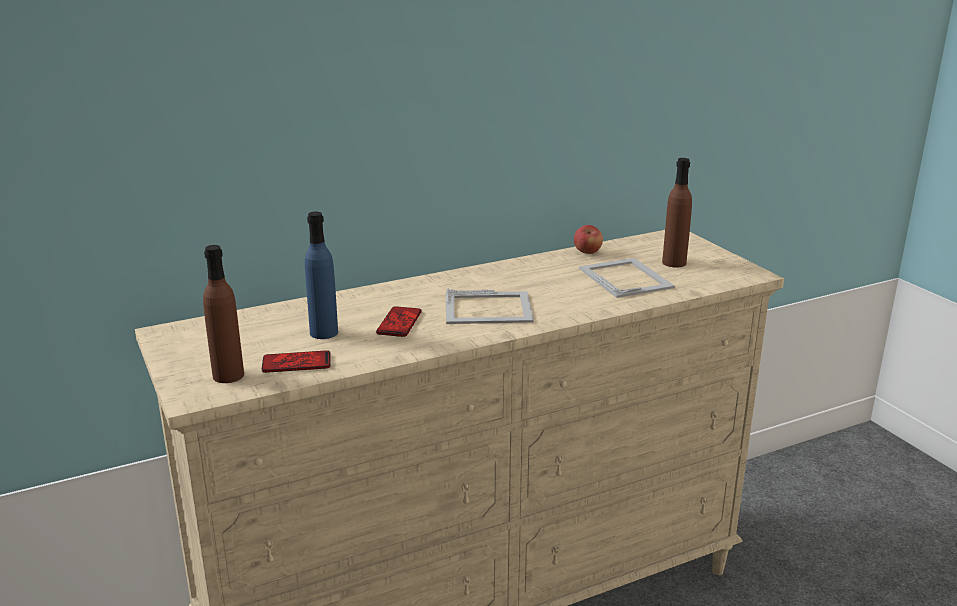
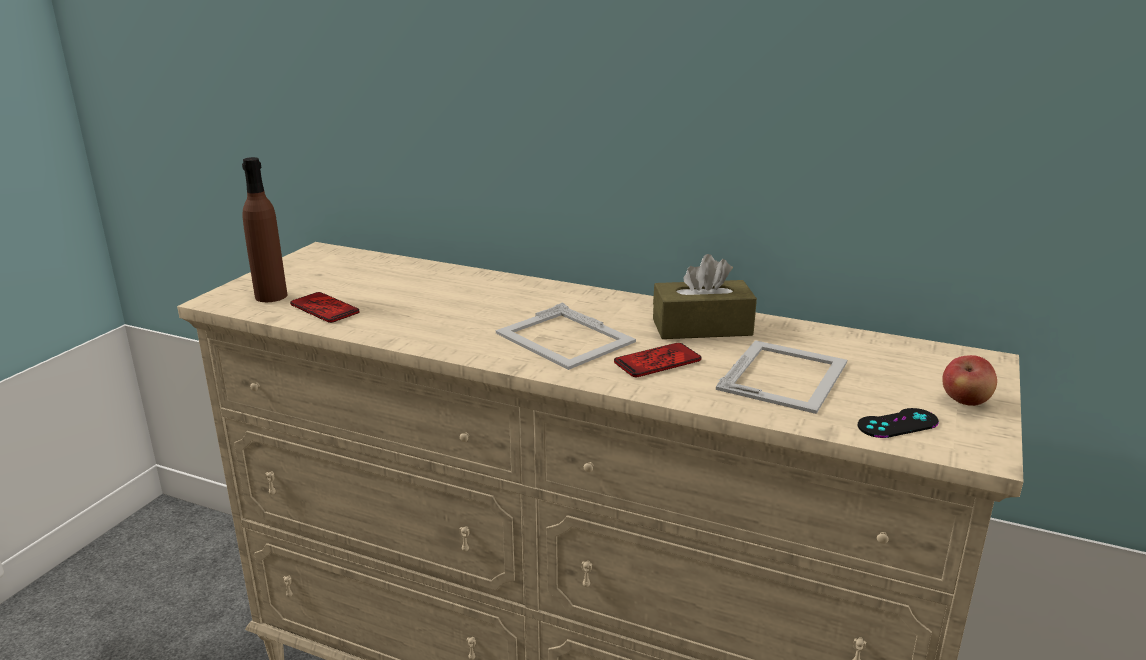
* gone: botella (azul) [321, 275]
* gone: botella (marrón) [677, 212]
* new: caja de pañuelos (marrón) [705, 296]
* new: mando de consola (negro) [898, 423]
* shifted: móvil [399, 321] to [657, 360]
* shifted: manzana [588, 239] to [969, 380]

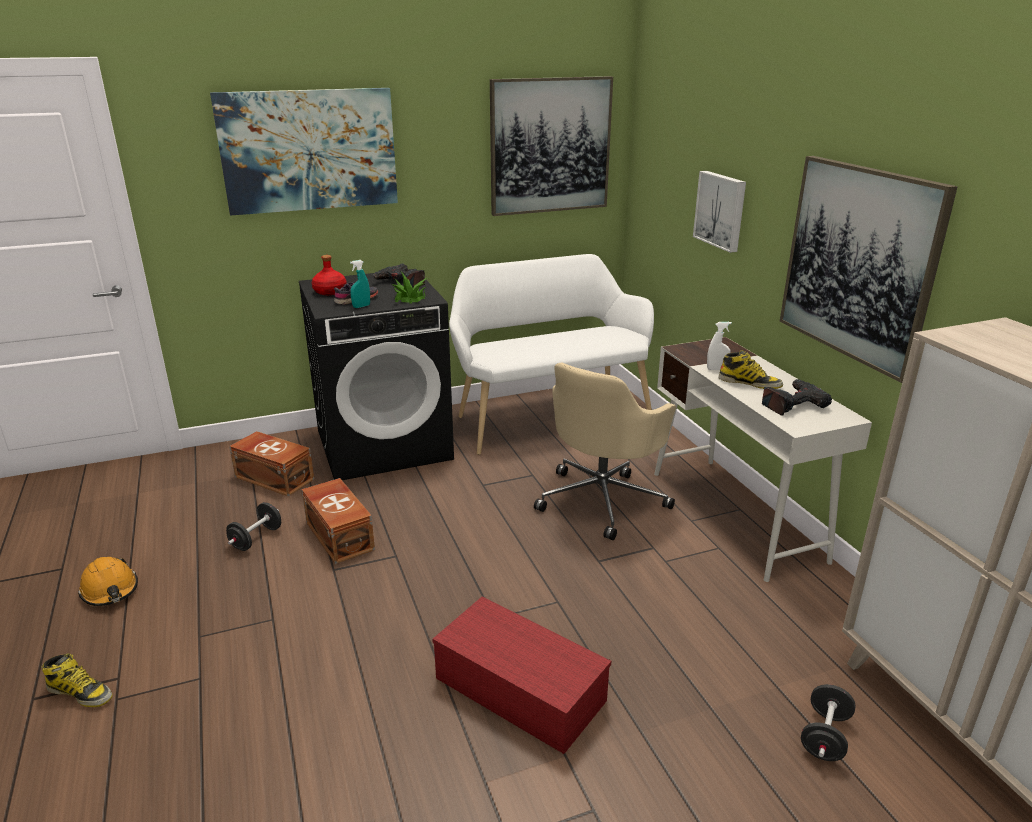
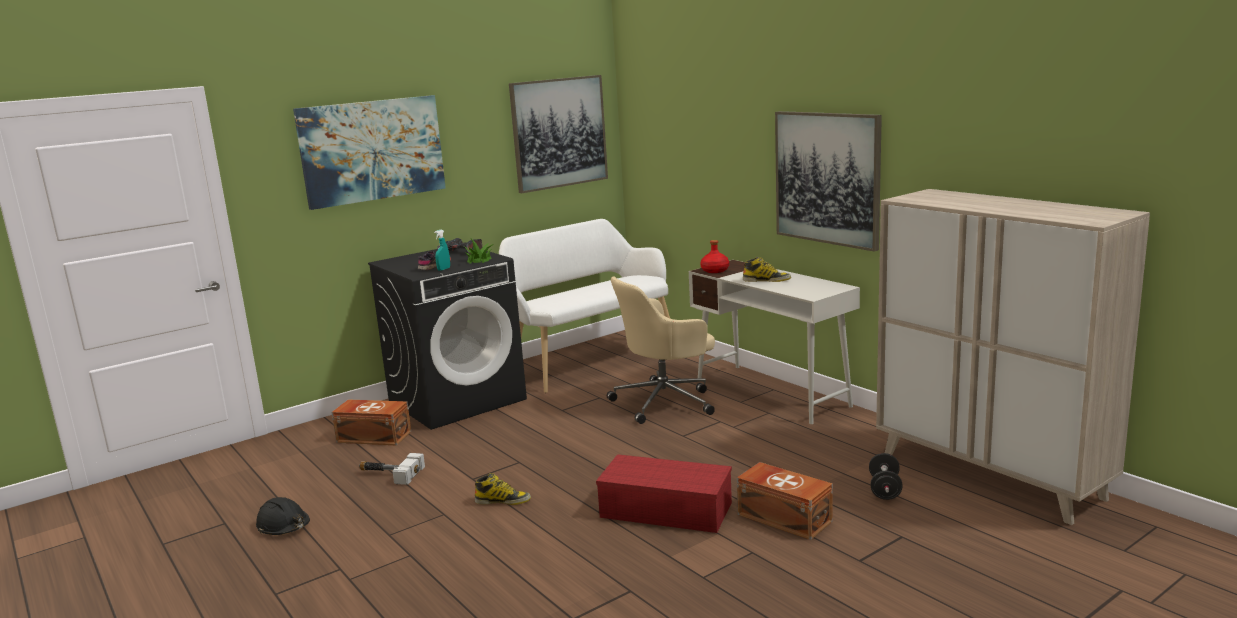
* gone: cuadro [719, 212]
* gone: pulverizador (blanco) [719, 346]
* gone: taladro [797, 397]
* shifted: bota [77, 680] to [503, 489]
* shifted: caja de almacenaje (marrón) [338, 521] to [785, 501]
* shifted: botella (rojo) [329, 275] to [714, 256]
* swapped: mancuerna (negro) [253, 526] to martillo [392, 469]
* repainted: casco (naranja) [108, 581] to casco (negro) [283, 516]
* rotated: silla de oficina (beis) [605, 451] = [661, 350] 45 degrees clockwise

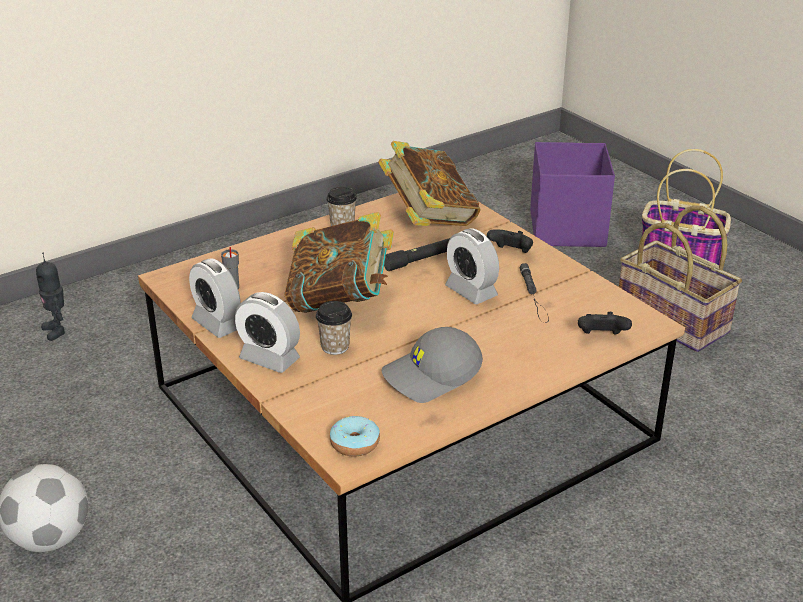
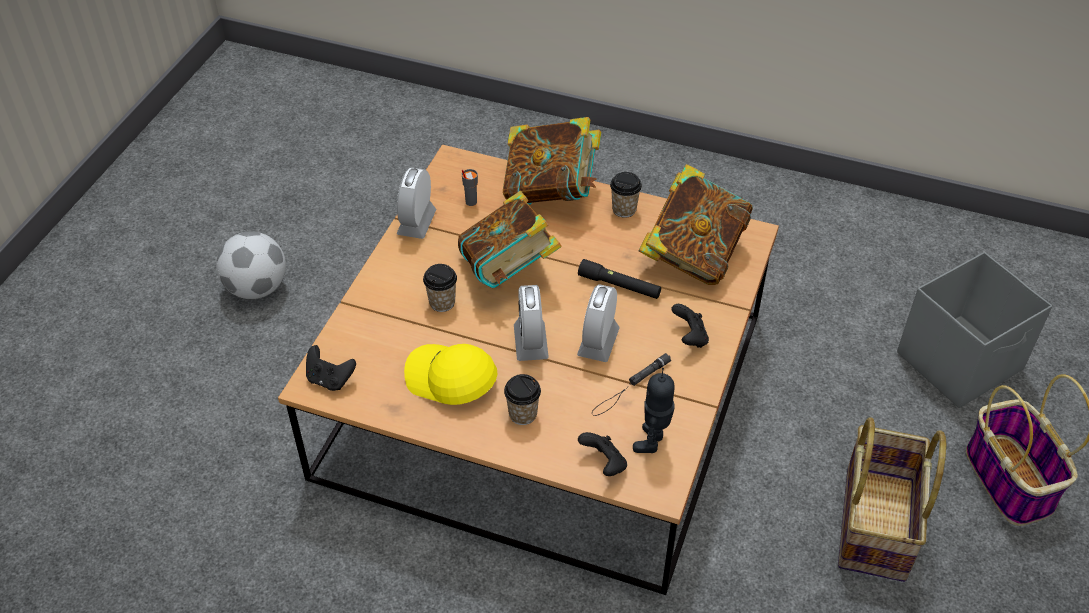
* new: libro [552, 161]
* new: taza [522, 399]
* shifted: robot de juguete [50, 297] to [654, 410]
* shifted: despertador [267, 332] to [531, 323]
* swapped: rosquilla [355, 436] to mando de consola (negro) [331, 368]
* repainted: gorra (gris) [432, 365] to gorra (amarillo) [450, 374]
* repainted: caja de almacenaje (morado) [572, 194] to caja de almacenaje (gris) [974, 330]

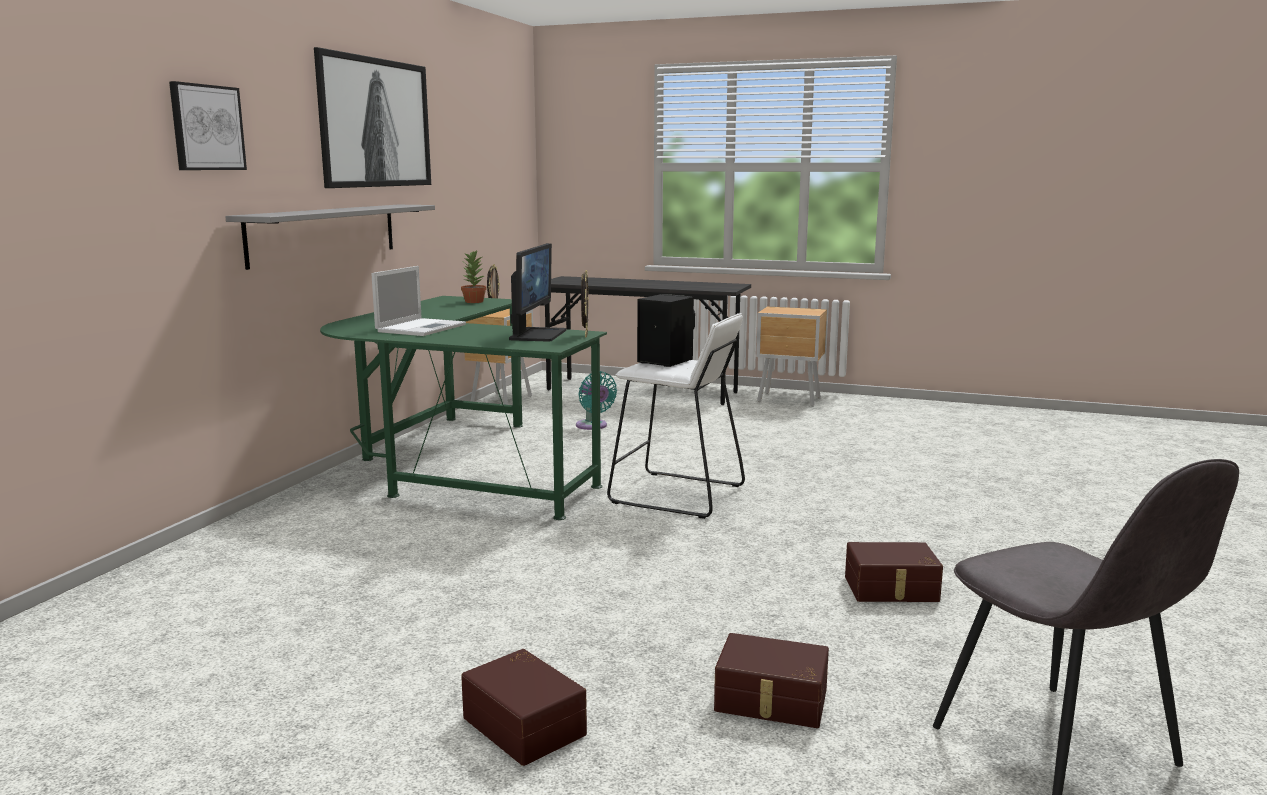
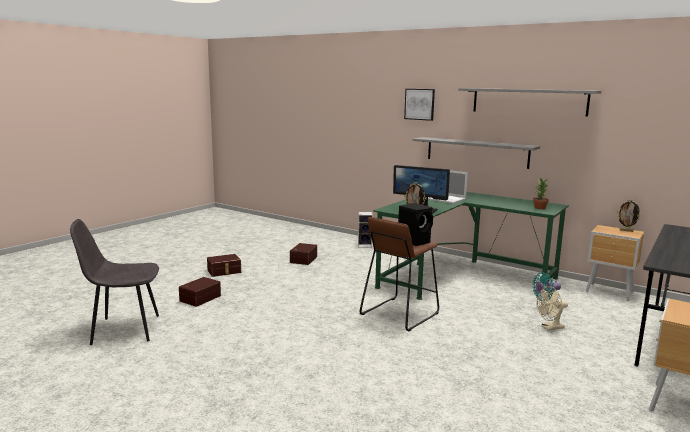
* new: altavoz [365, 230]
* new: ventilador (beis) [552, 308]
* shifted: caja de almacenaje (marrón) [894, 572] to [303, 254]
* swapped: cuadro [372, 117] to estante (gris) [529, 102]
* repainted: taburete (blanco) [676, 416] to taburete (marrón) [399, 274]

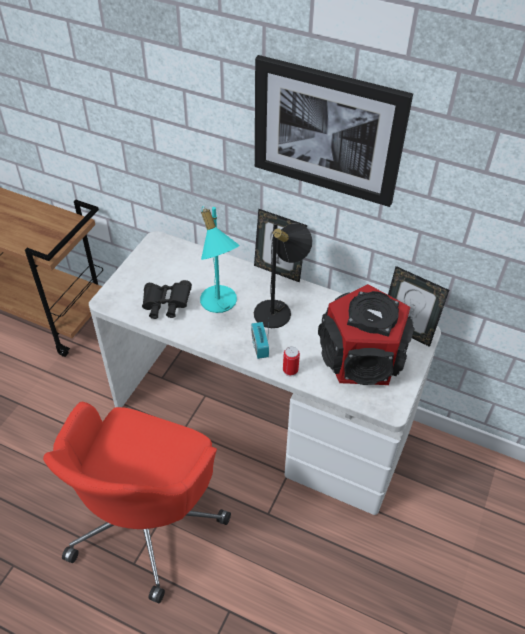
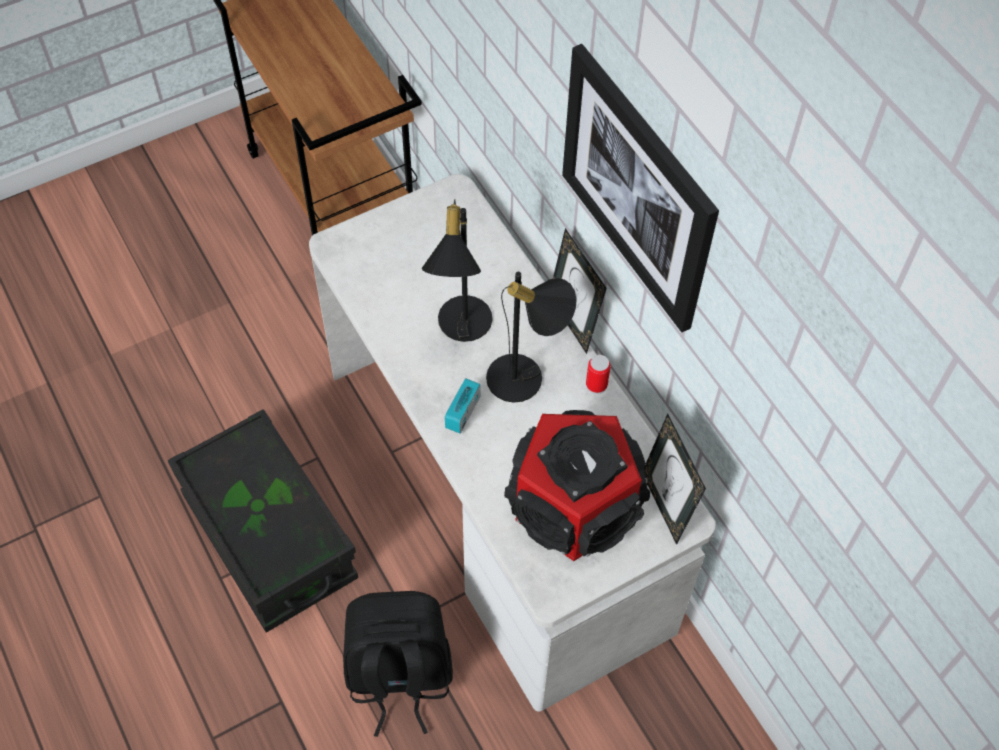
* gone: prismáticos (negro) [167, 299]
* new: mochila (negro) [398, 664]
* shifted: lata [291, 361] to [598, 374]
* swapped: silla de oficina (rojo) [137, 502] to caja de almacenaje (negro) [263, 521]
* repainted: lámpara de mesa (turquesa) [219, 259] to lámpara de mesa (negro) [457, 270]

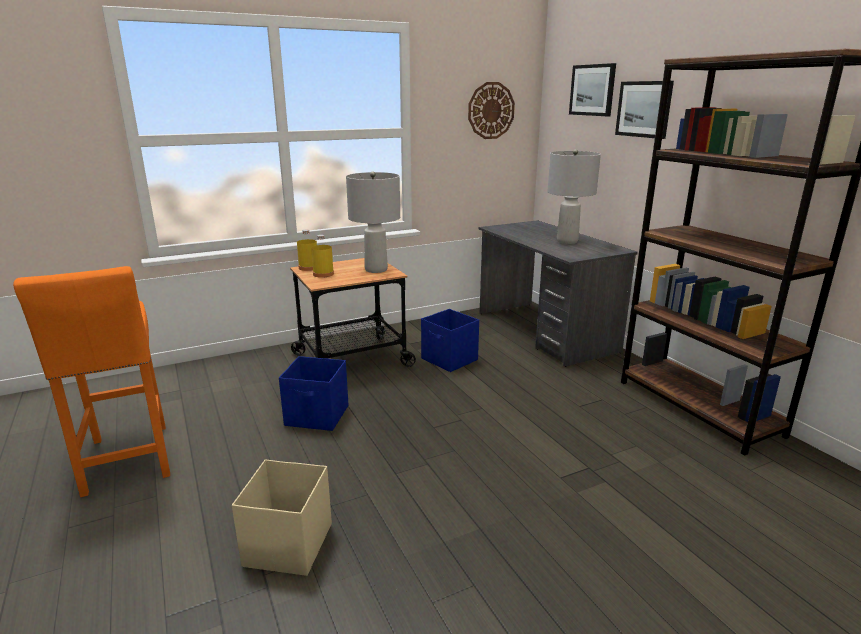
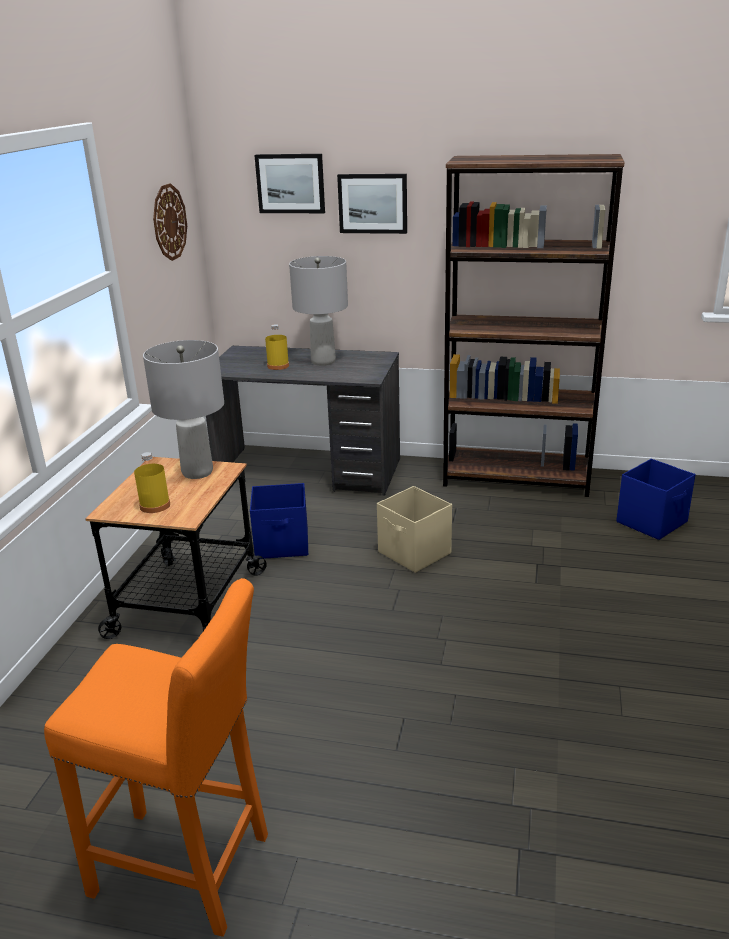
* shifted: caja de almacenaje (beis) [282, 517] to [414, 529]
* shifted: caja de almacenaje (azul) [313, 393] to [656, 499]
* shifted: botella (amarillo) [307, 250] to [277, 347]

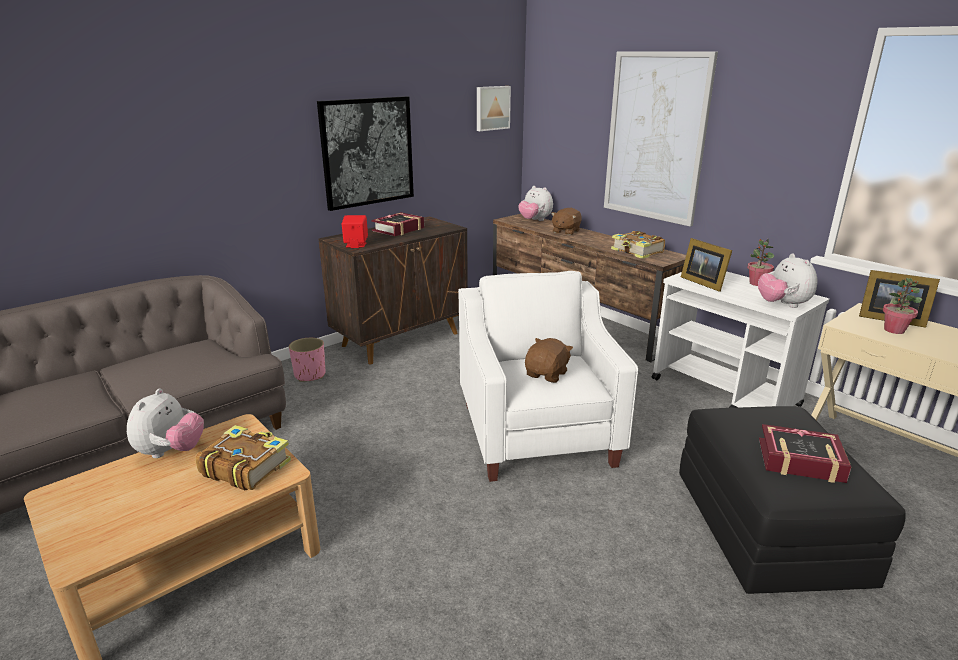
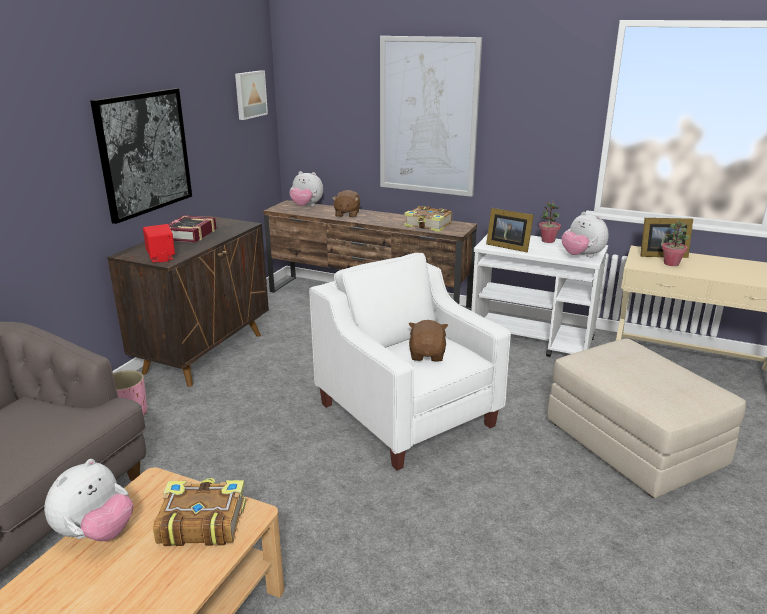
* gone: libro [805, 453]
* repainted: puf (negro) [792, 500] to puf (beis) [646, 418]
* rotated: peluche [165, 423] = [88, 500] 45 degrees clockwise

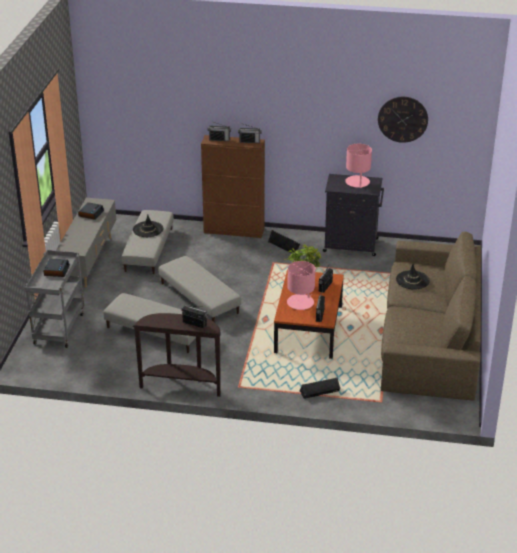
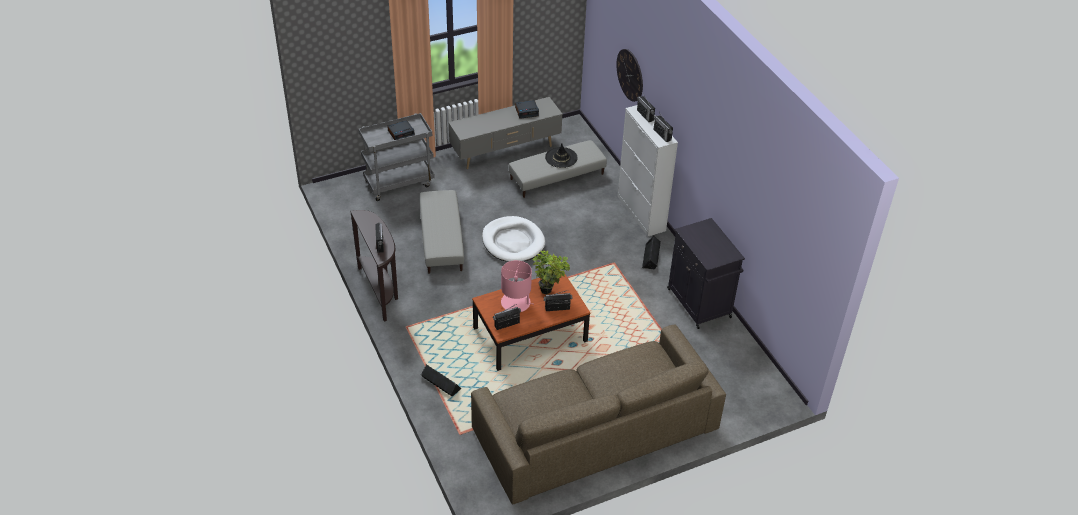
* gone: lámpara de mesa (rosa) [358, 166]
* gone: sombrero (negro) [413, 277]
* shifted: reloj de pared [403, 120] to [629, 75]
* swapped: puf (gris) [200, 289] to cama para perro (blanco) [513, 239]
* repainted: armario (marrón) [233, 186] to armario (blanco) [648, 170]

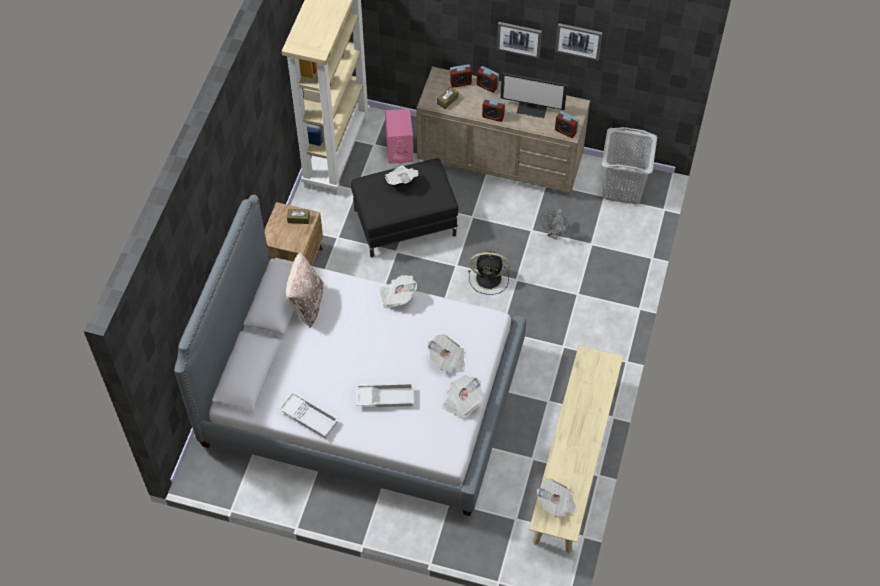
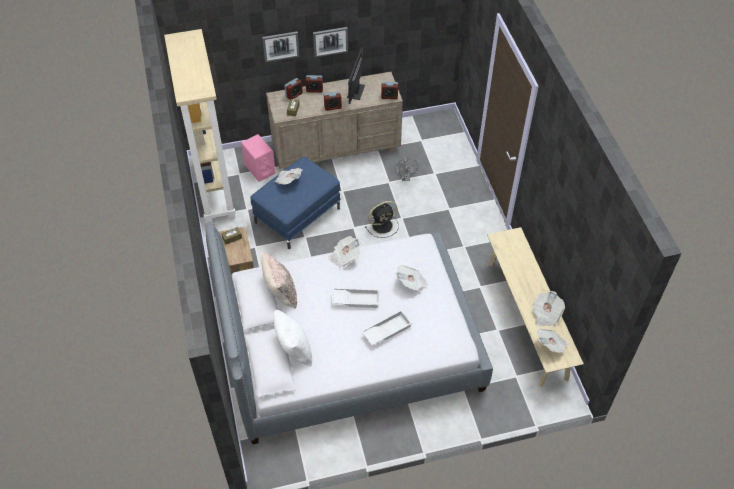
* gone: cesto de la ropa (gris) [629, 165]
* new: cojín (blanco) [293, 338]
* shifted: bandeja (blanco) [308, 414] to [355, 297]
* shifted: periódico [463, 396] to [548, 308]
* shifted: cuadro [578, 42] to [281, 47]
* repainted: puf (negro) [404, 207] to puf (azul) [296, 202]
* rotated: monitor [534, 95] = [356, 75] 120 degrees clockwise

